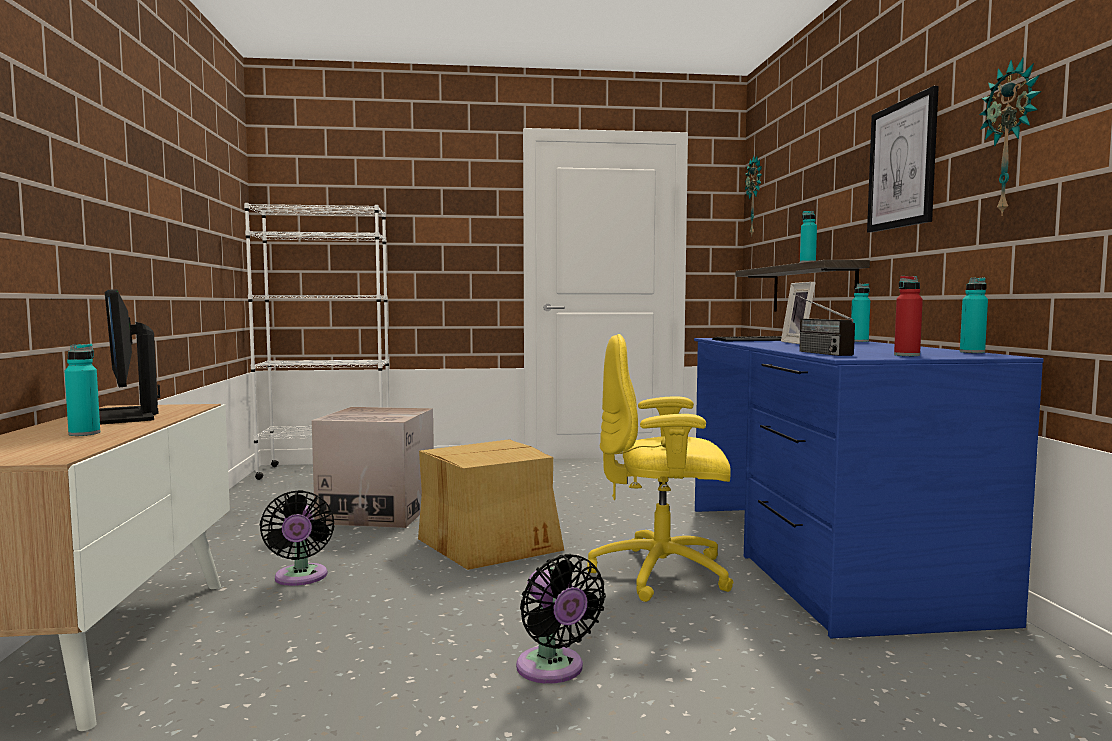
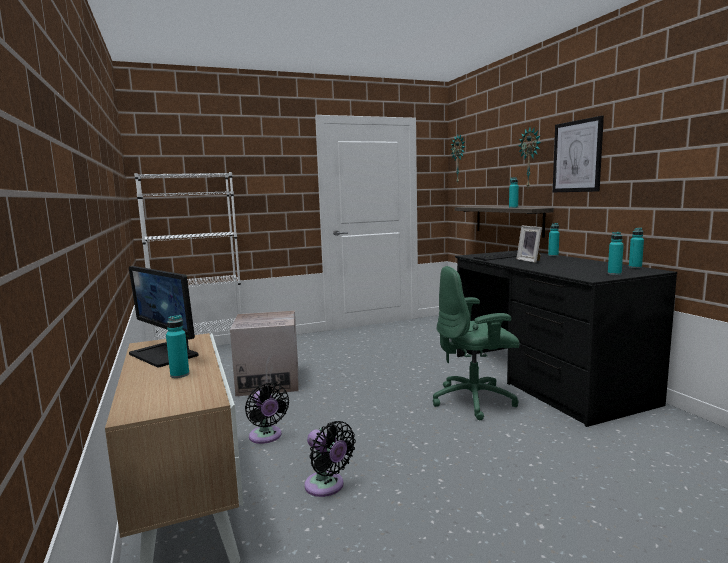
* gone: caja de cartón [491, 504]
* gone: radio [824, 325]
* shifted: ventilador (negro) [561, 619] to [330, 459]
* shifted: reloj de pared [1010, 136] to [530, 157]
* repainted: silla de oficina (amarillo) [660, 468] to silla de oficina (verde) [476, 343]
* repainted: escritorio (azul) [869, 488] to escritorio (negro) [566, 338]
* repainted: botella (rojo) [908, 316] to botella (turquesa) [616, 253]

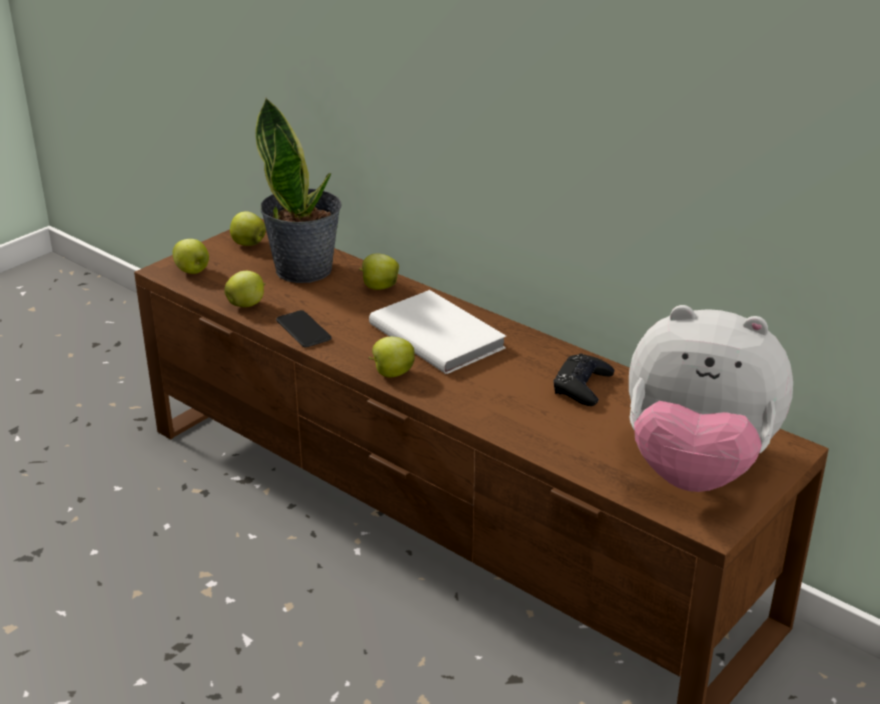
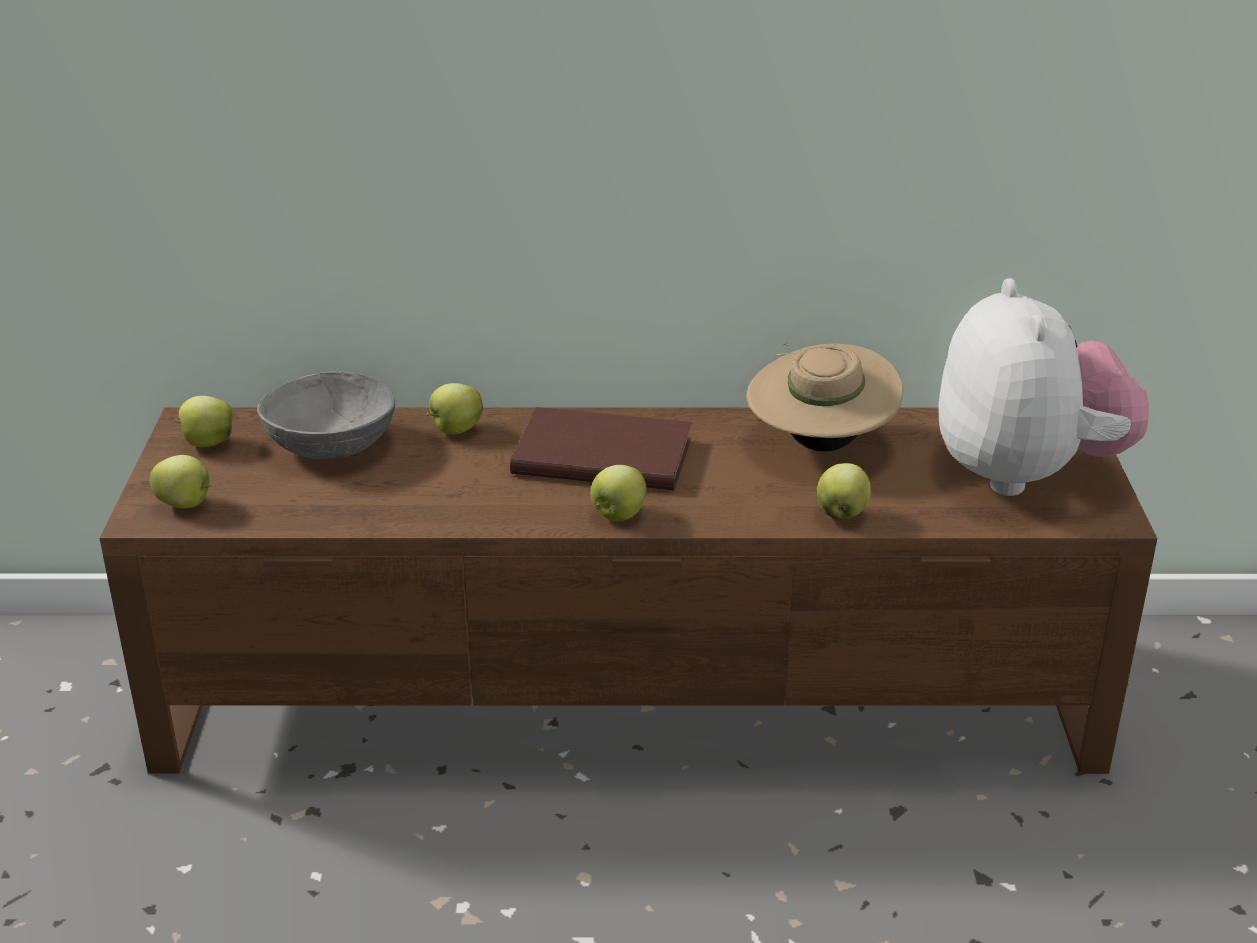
* gone: móvil [304, 328]
* shifted: manzana [245, 289] to [844, 491]
* swapped: planta en maceta [298, 190] to cuenco (gris) [326, 415]
* swapped: mando de consola (negro) [584, 380] to sombrero (beis) [825, 396]
* repainted: libro (blanco) [437, 332] to libro (marrón) [601, 449]
* rotated: peluche [711, 398] = [1043, 387] 75 degrees counterclockwise

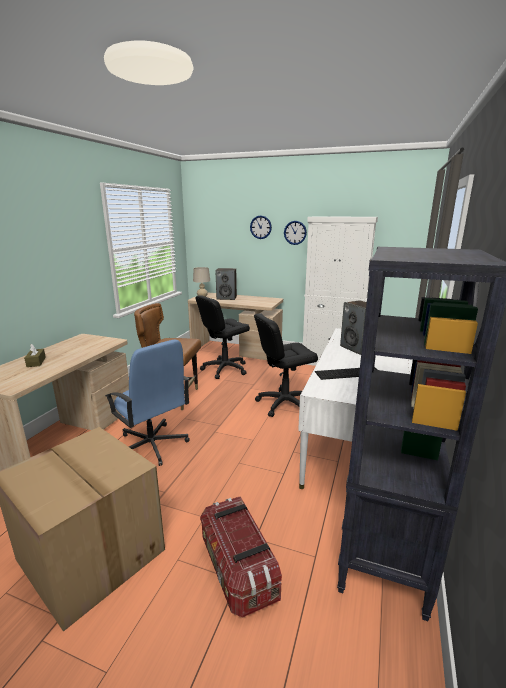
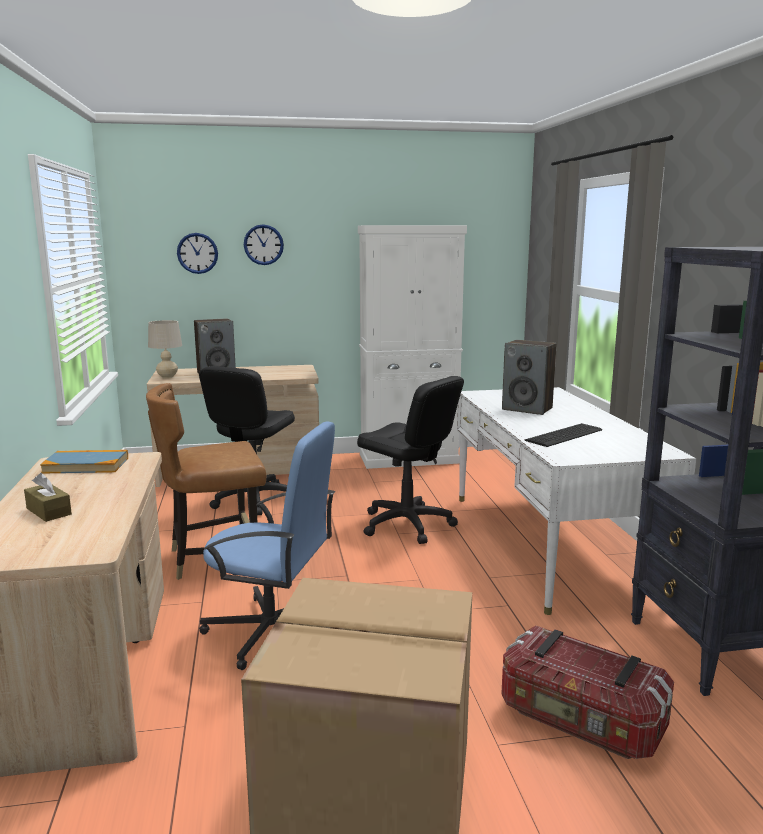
* new: libro [84, 461]
* shifted: reloj de pared [295, 233] to [197, 253]
* rotated: silla de oficina (negro) [286, 365] = [410, 460] 90 degrees counterclockwise

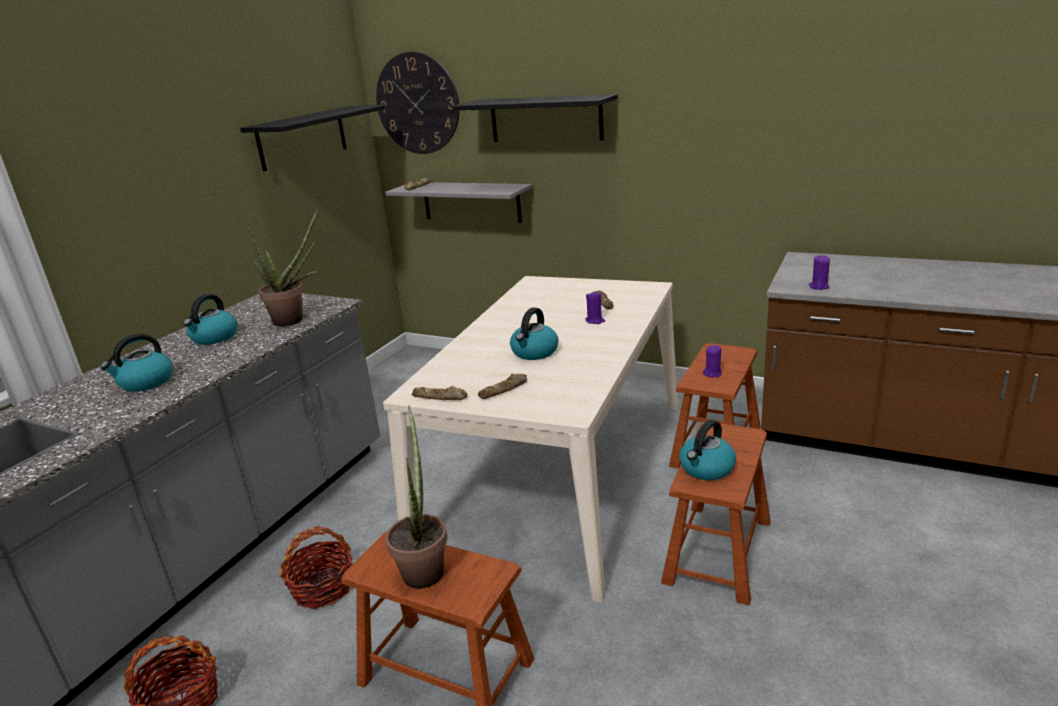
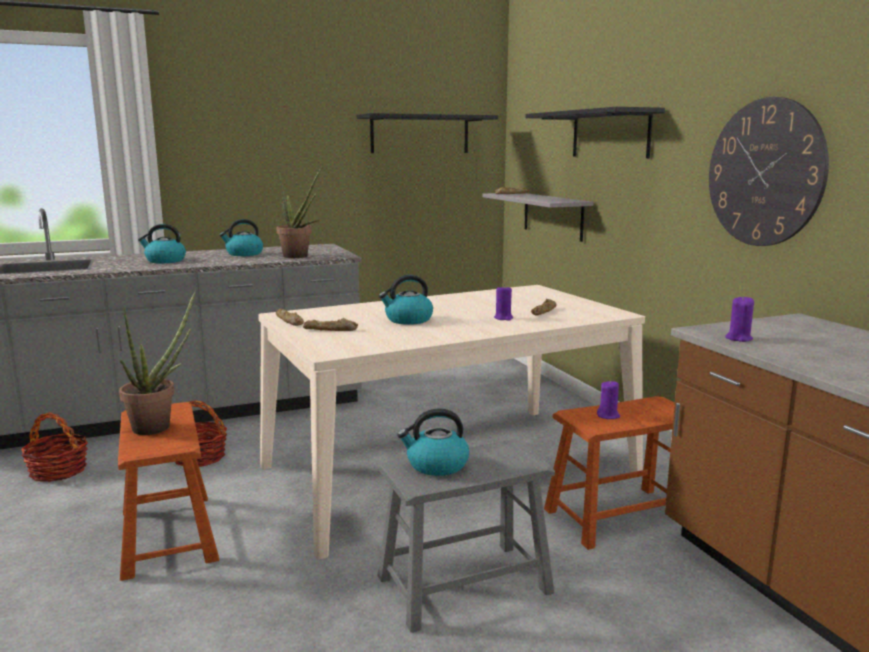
* shifted: reloj de pared [418, 103] to [769, 171]
* repainted: taburete (marrón) [716, 513] to taburete (gris) [466, 536]

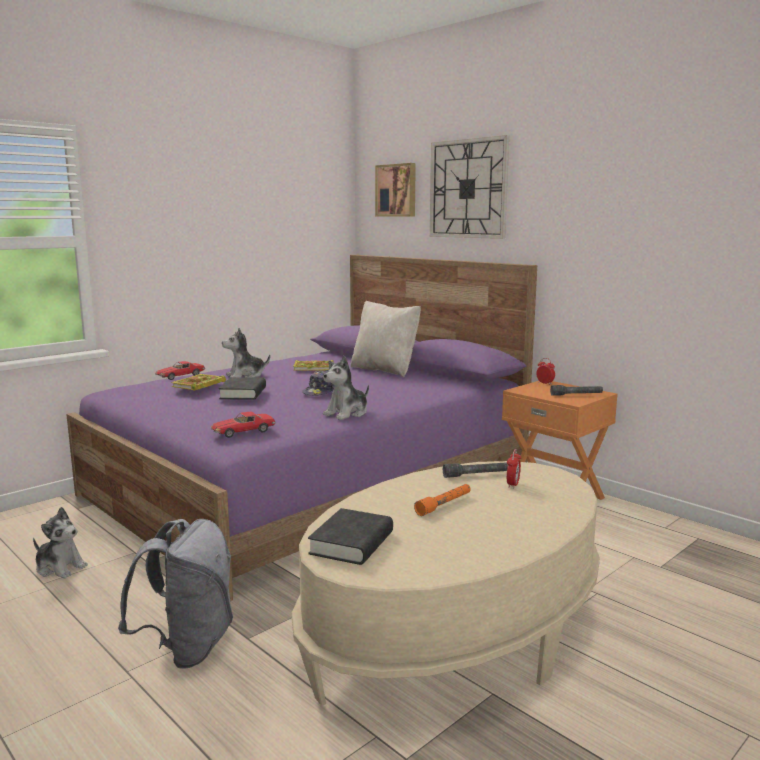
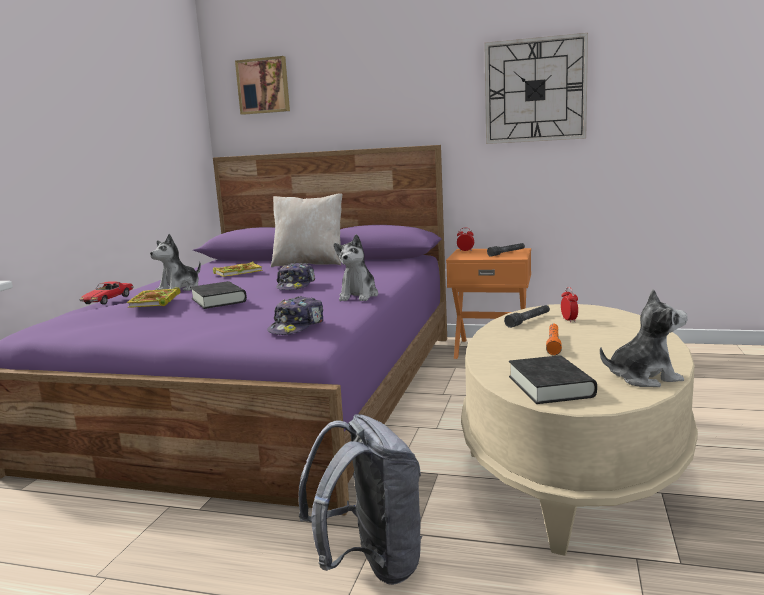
* shifted: peluche [60, 543] to [644, 338]
* shifted: reloj de pared [469, 187] to [536, 88]
* swapped: coche de juguete [243, 424] to gorra [295, 315]

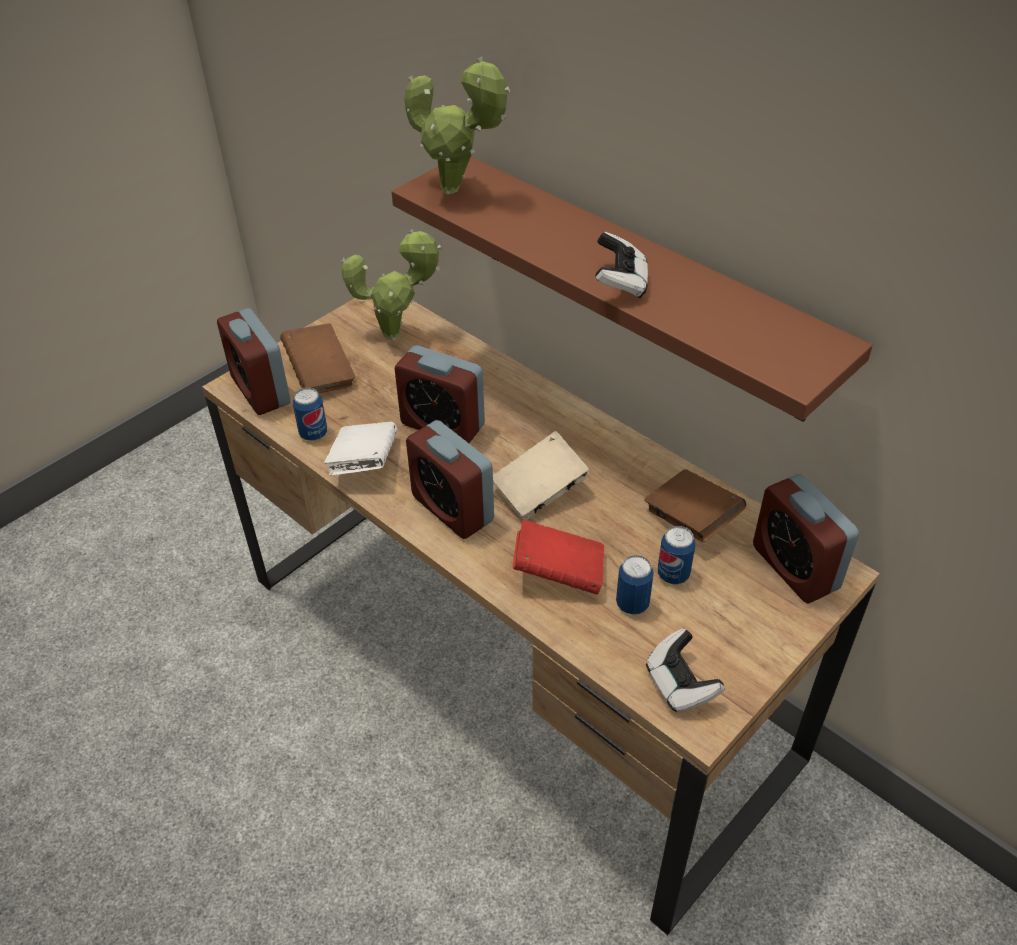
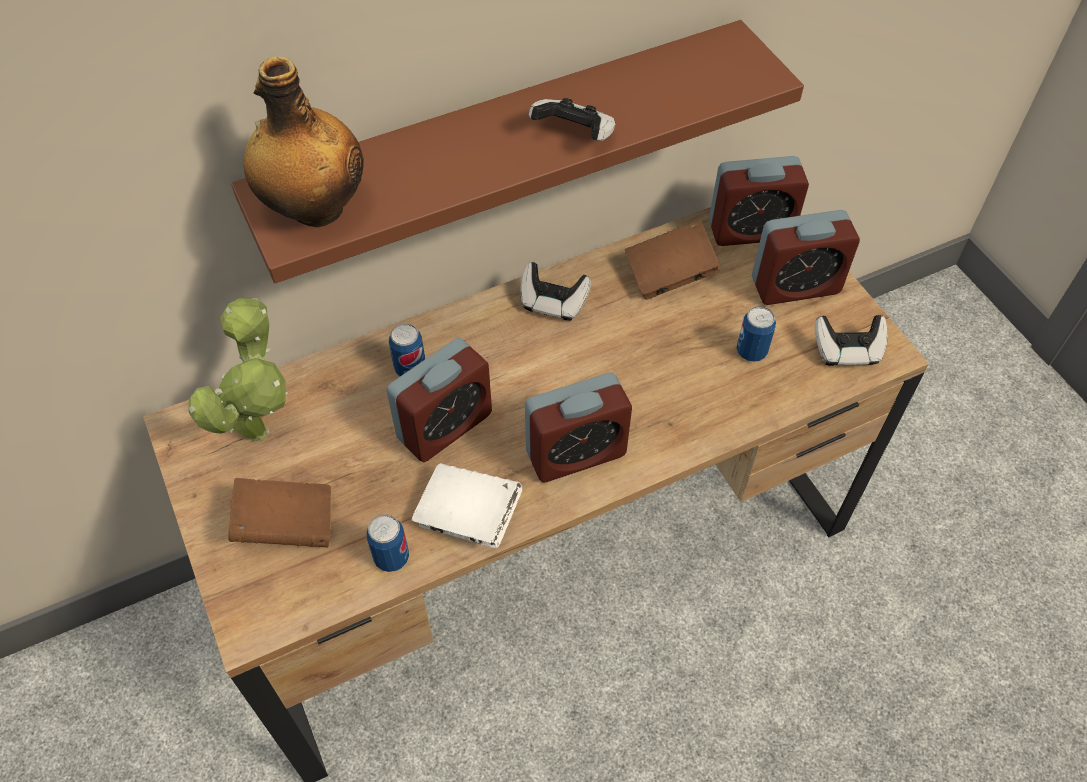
* gone: libro (beis) [541, 475]
* gone: libro (rojo) [558, 557]
* new: mando de consola [555, 291]
* shifted: despertador [253, 361] to [806, 257]
* shifted: lata [676, 555] to [407, 349]
* swapped: planta en maceta [457, 126] to botella [304, 142]

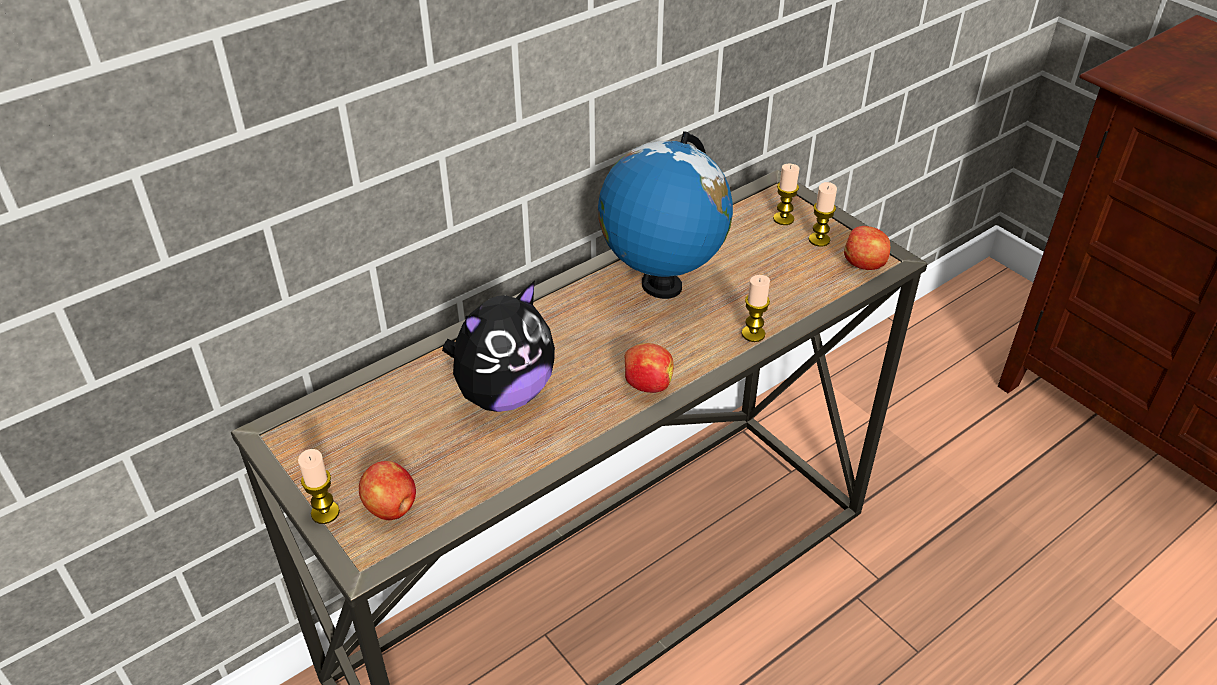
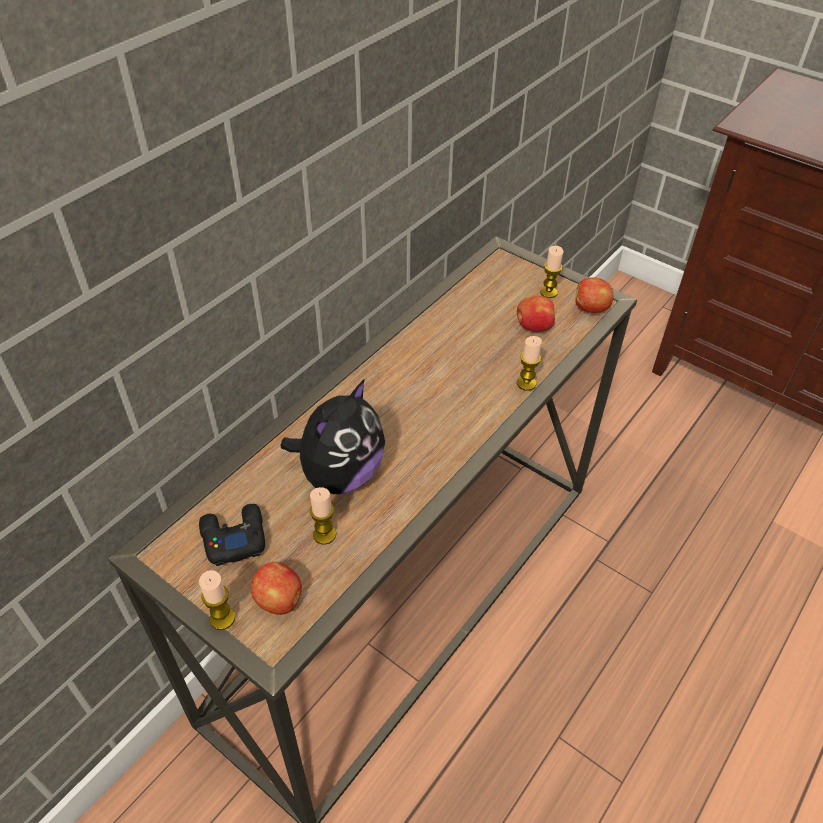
* gone: globo terráqueo [665, 215]
* new: mando de consola (negro) [232, 535]
* shifted: manzana [649, 368] to [536, 314]
* shifted: vela [786, 194] to [323, 516]

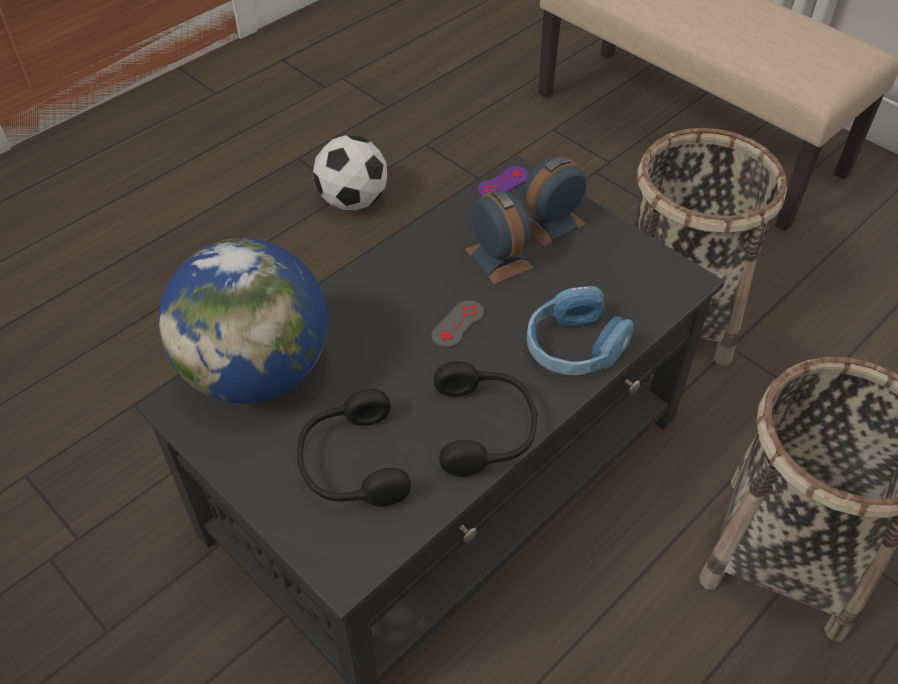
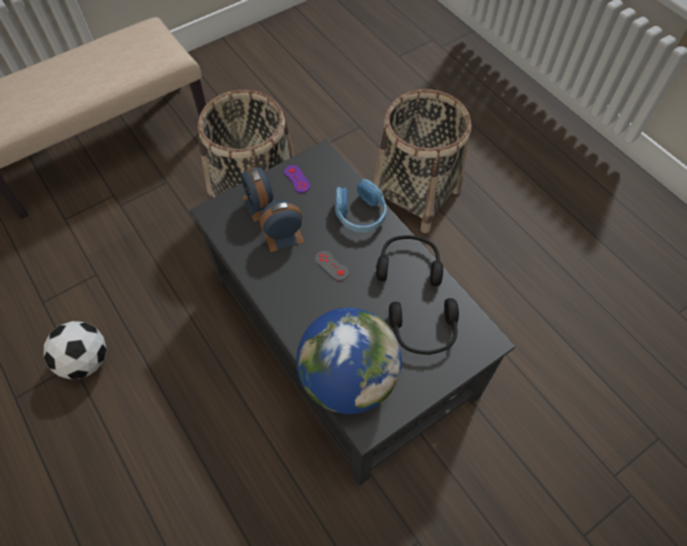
* shifted: mando de consola (morado) [503, 181] to [297, 179]

